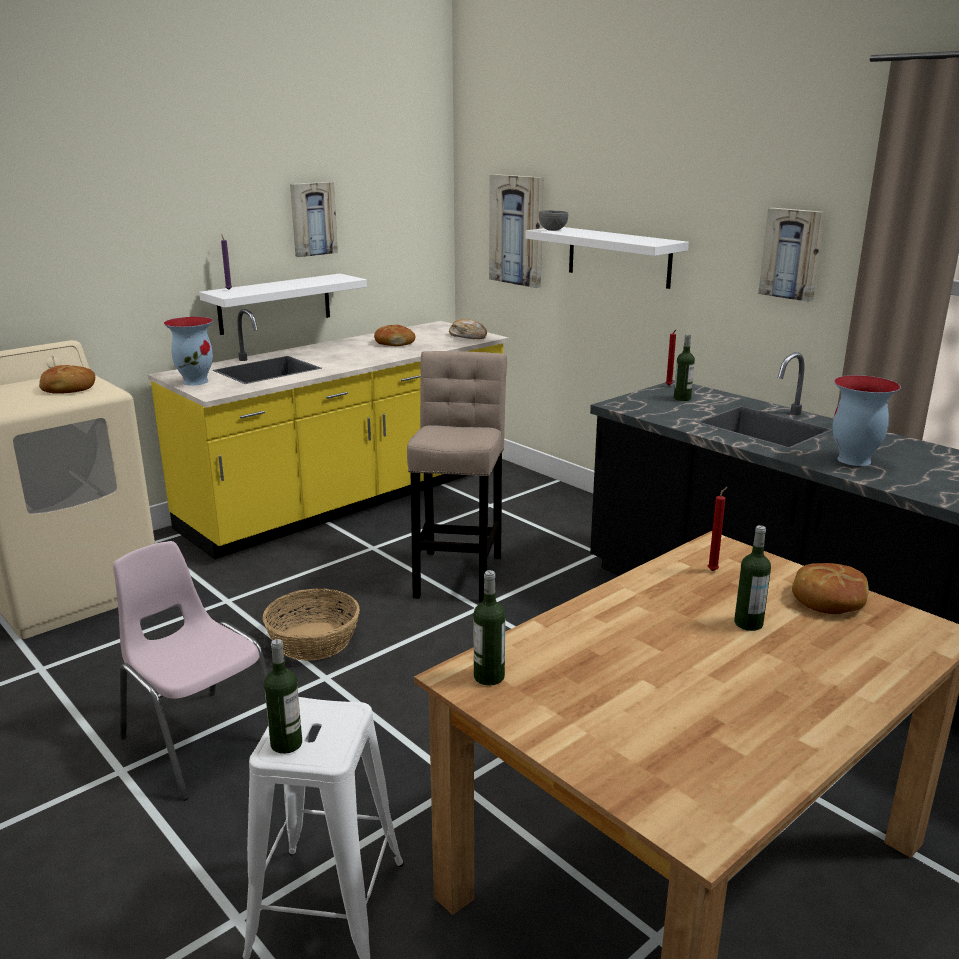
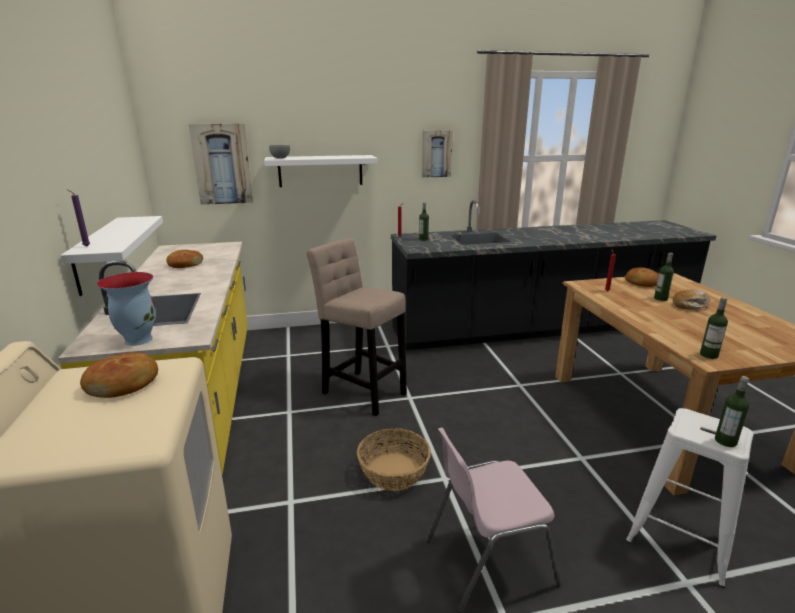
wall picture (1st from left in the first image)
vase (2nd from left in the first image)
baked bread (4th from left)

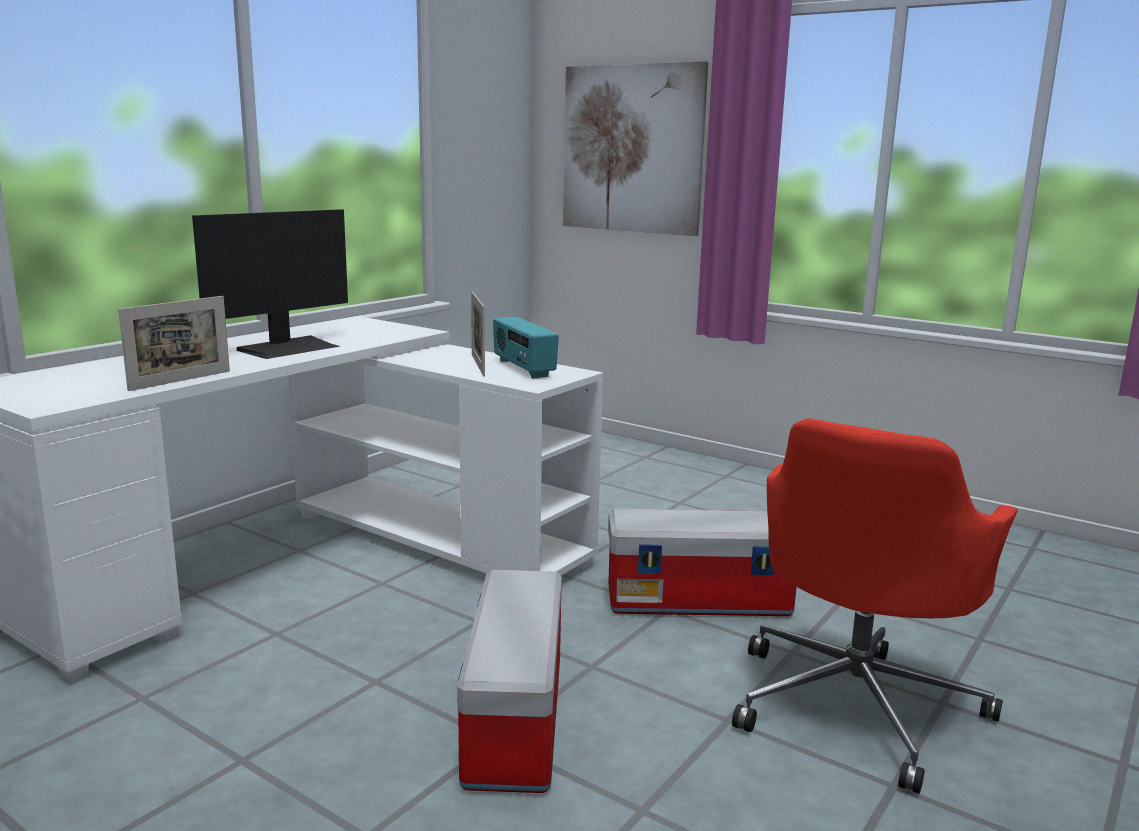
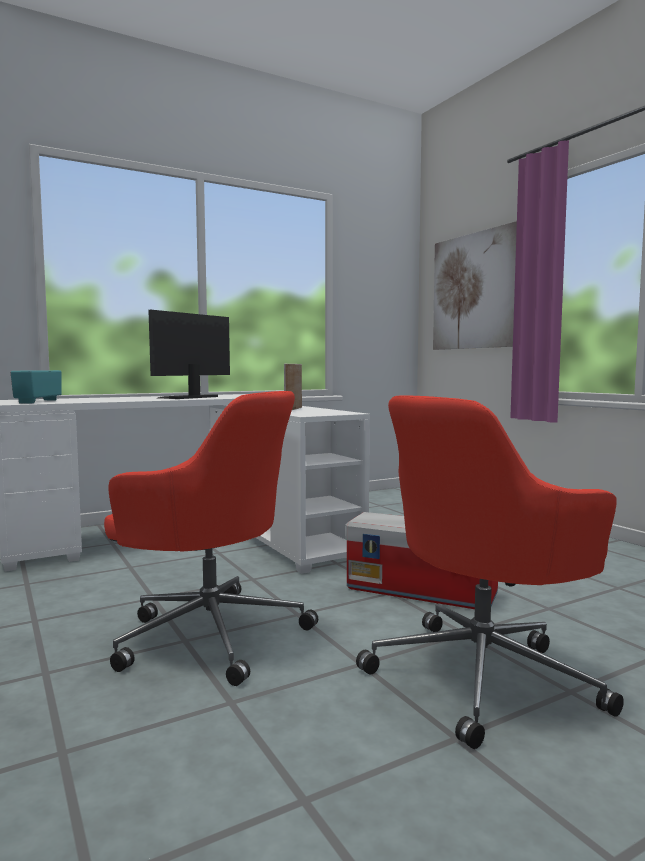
picture frame (1st from left in the first image)
radio receiver
desk chair (red) (1st from left)
monitor

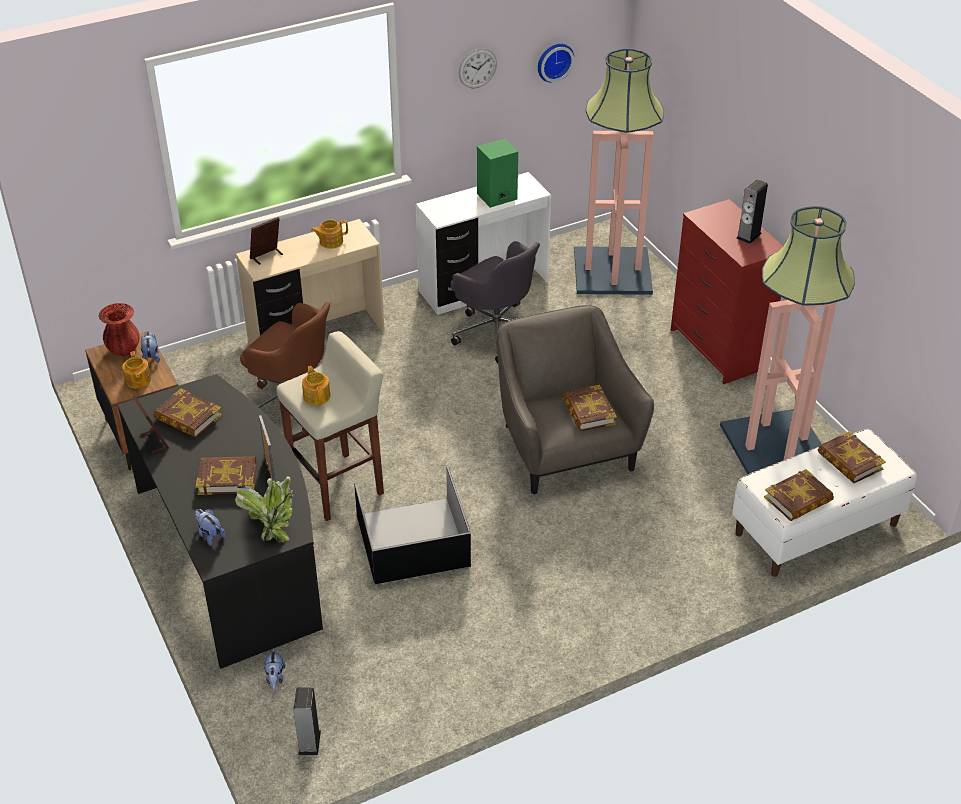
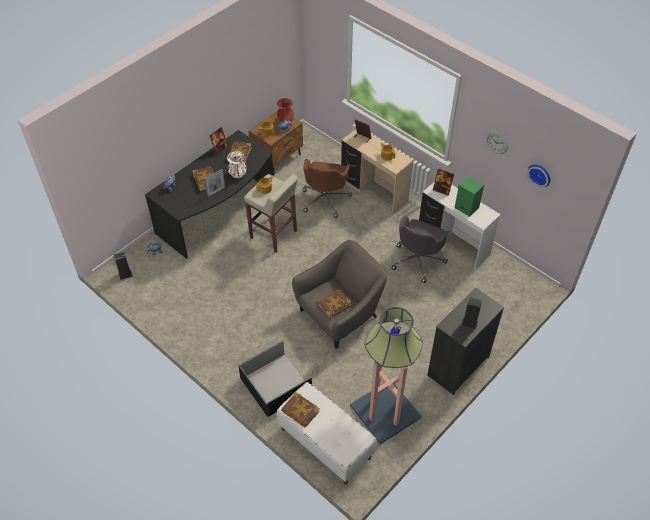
houseplant
standard lamp (1st from left in the first image)
volume (5th from left in the first image)
vase (white)
picture frame (4th from left)
storage box (black)
chest of drawers (black)

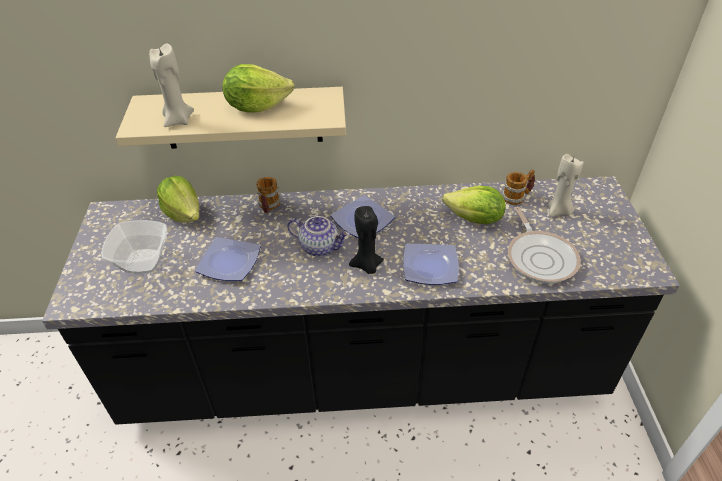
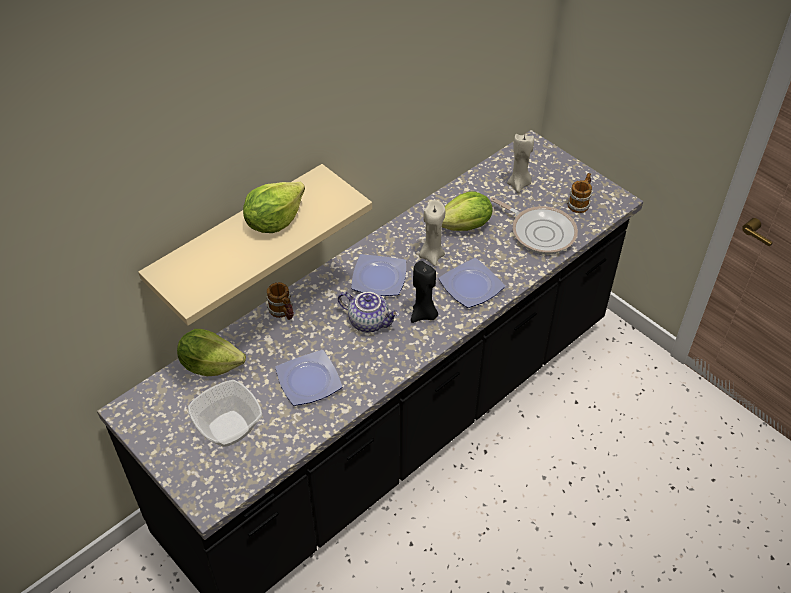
candle (beige-coloured) (1st from left)
tea mug (2nd from left)
pot for tea

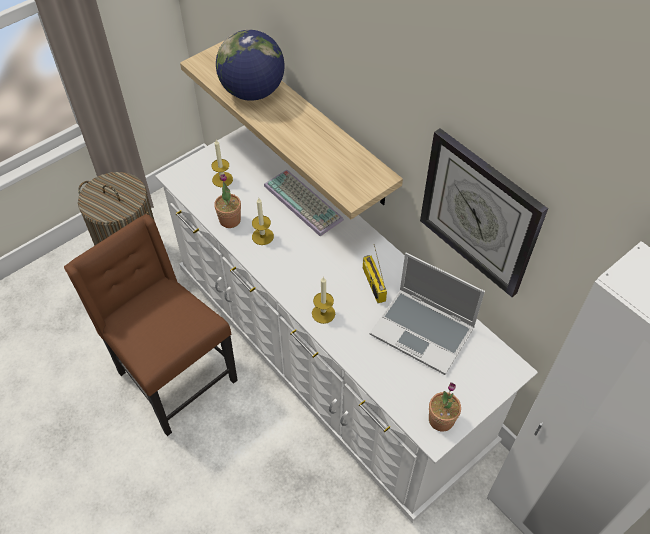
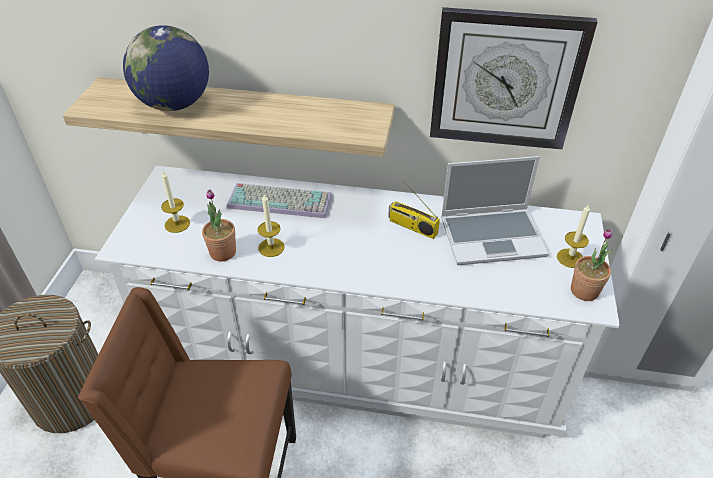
candle (3rd from left)

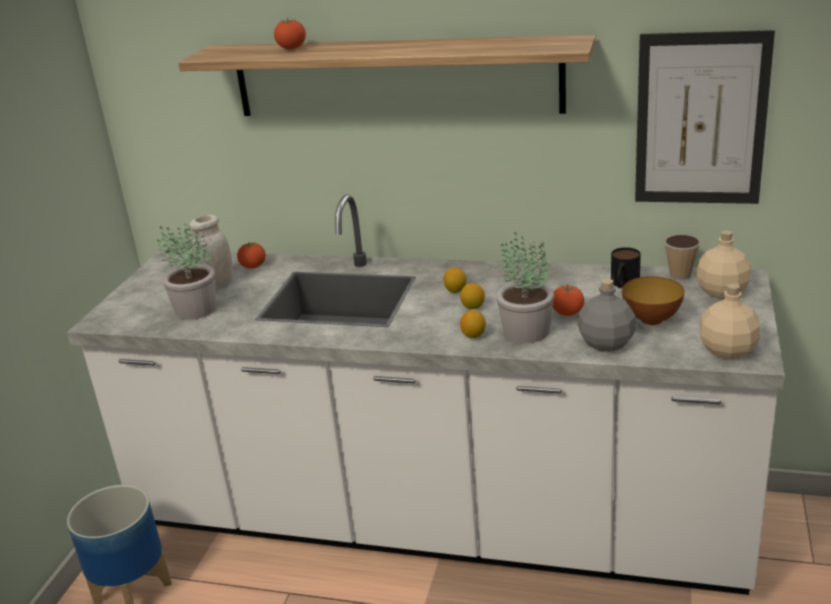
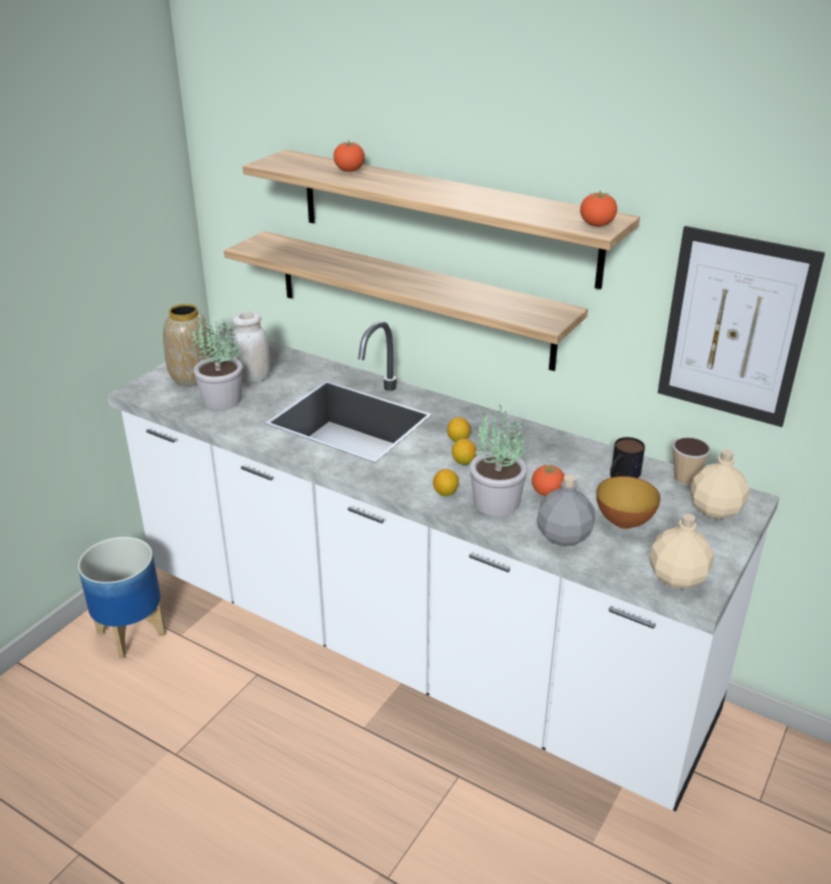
vase
bracket shelf (1st from left)
tomato (3rd from left)

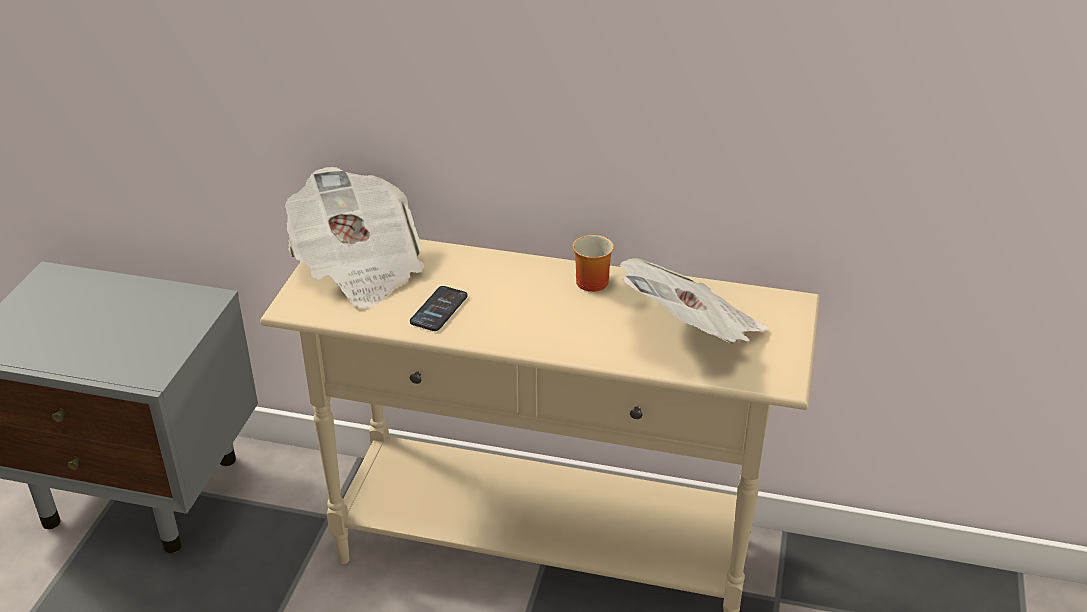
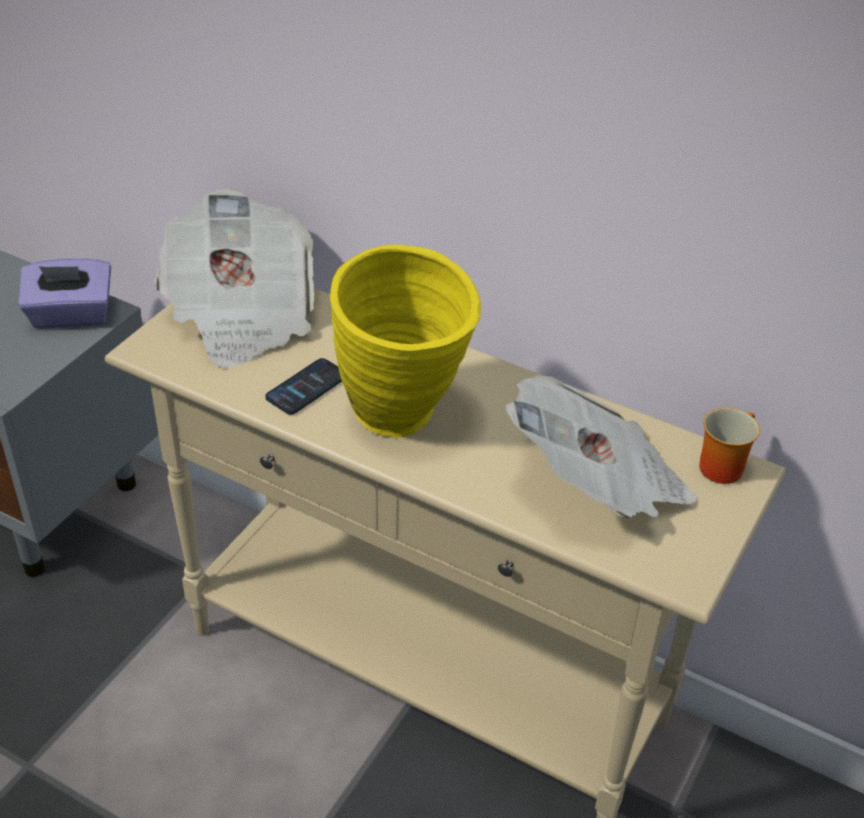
tissue box (purple)
vase (yellowish)
tea mug

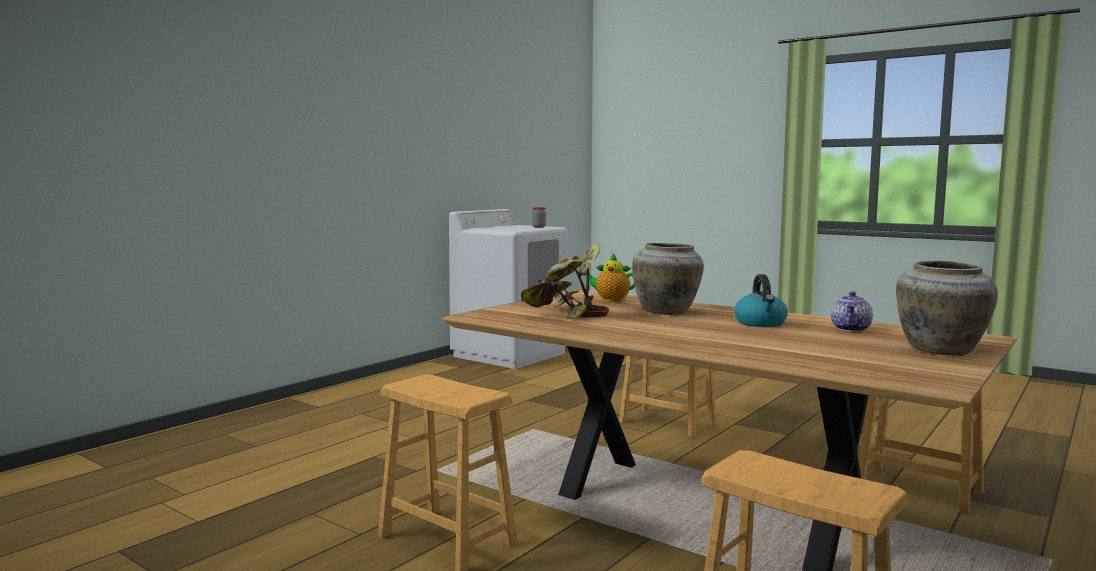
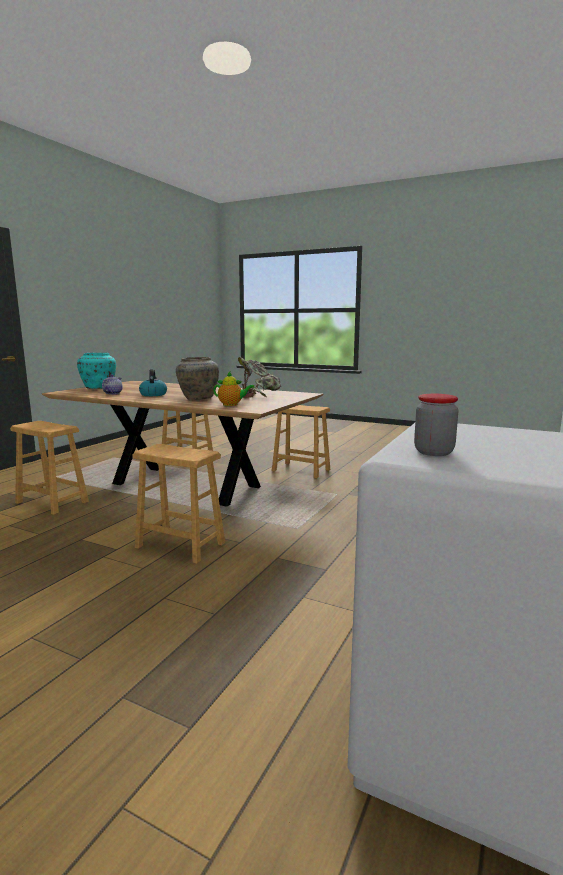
vase (turquoise)

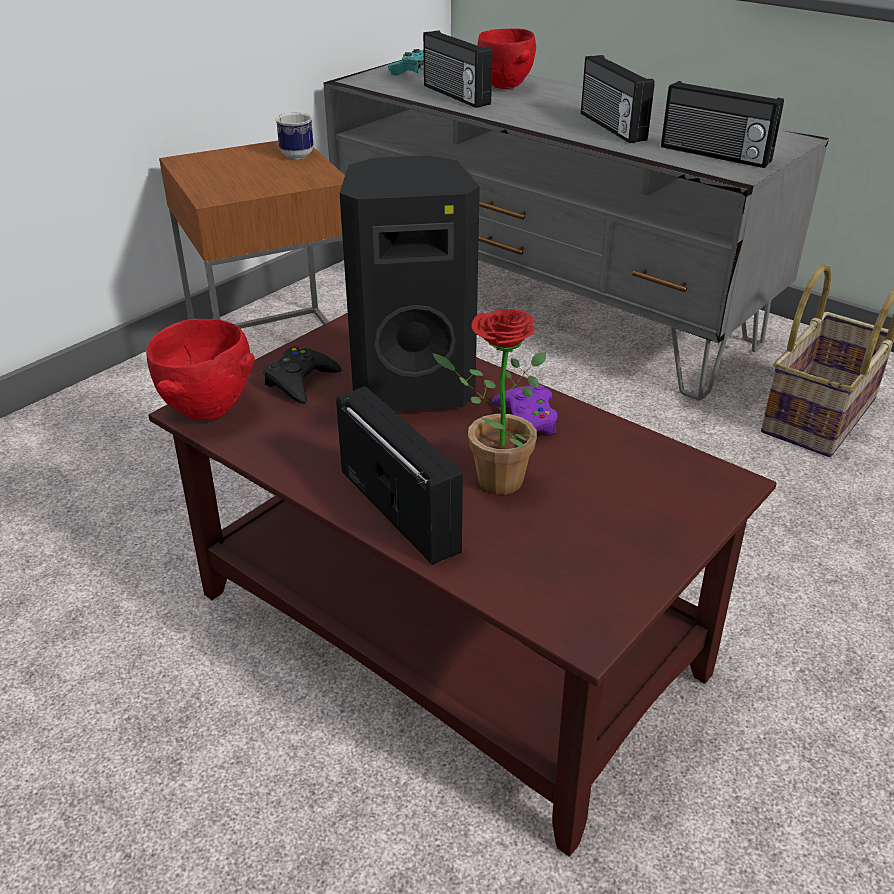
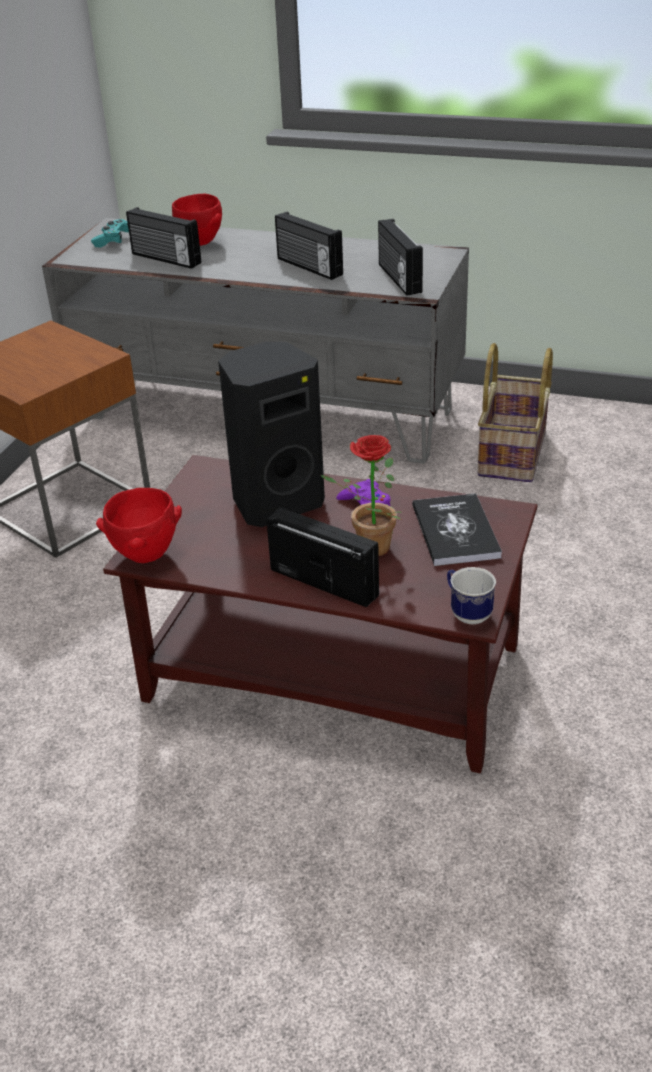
game controller (black)
volume
tea mug
radio receiver (4th from left)

